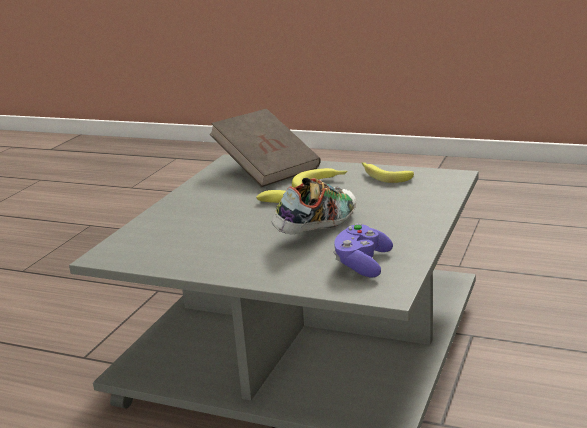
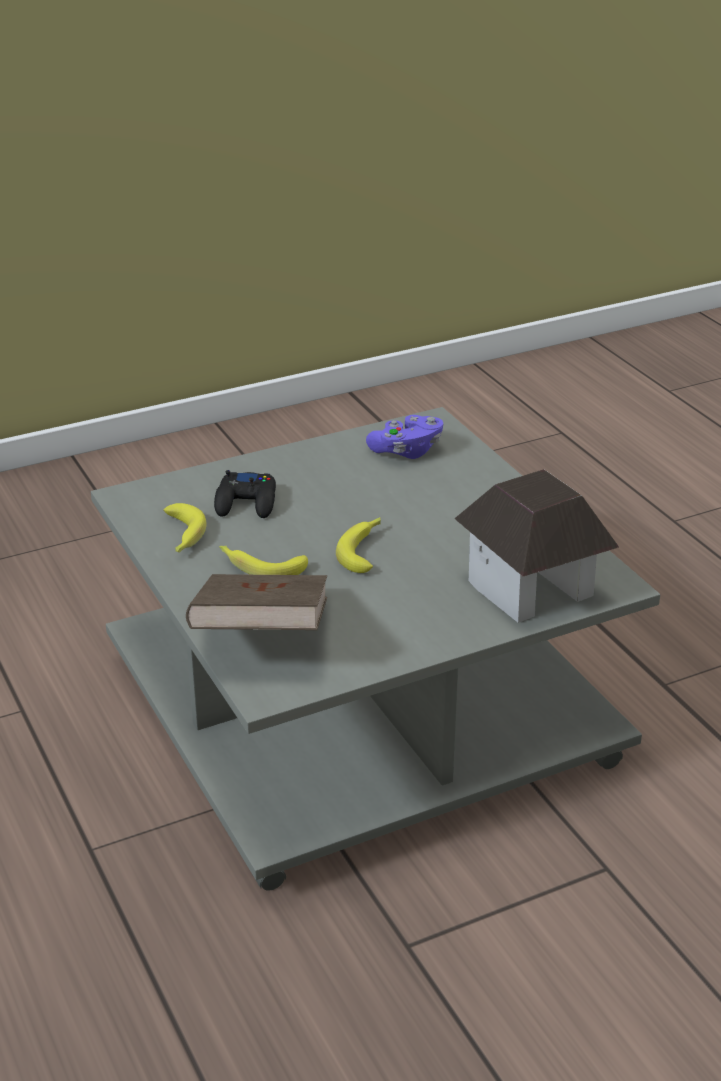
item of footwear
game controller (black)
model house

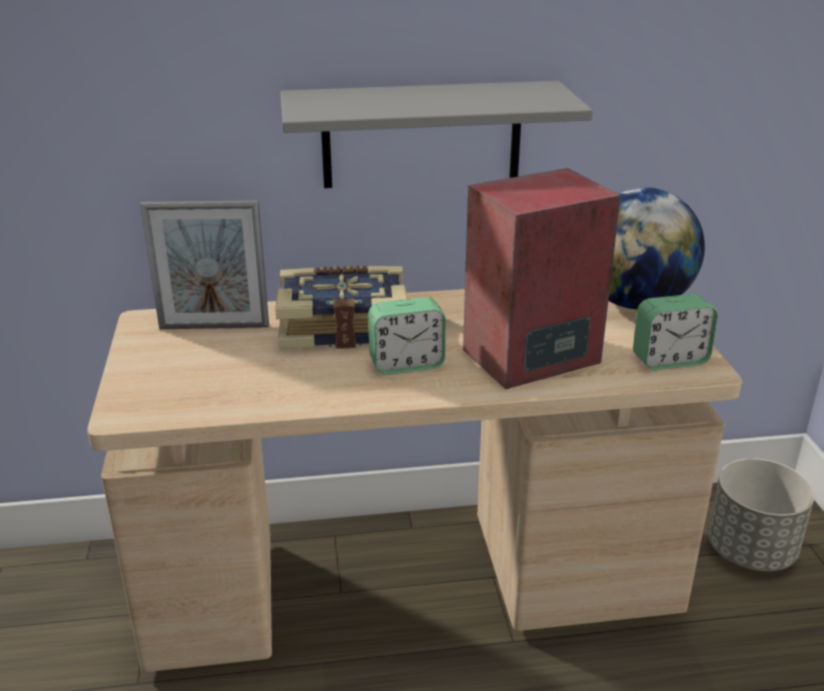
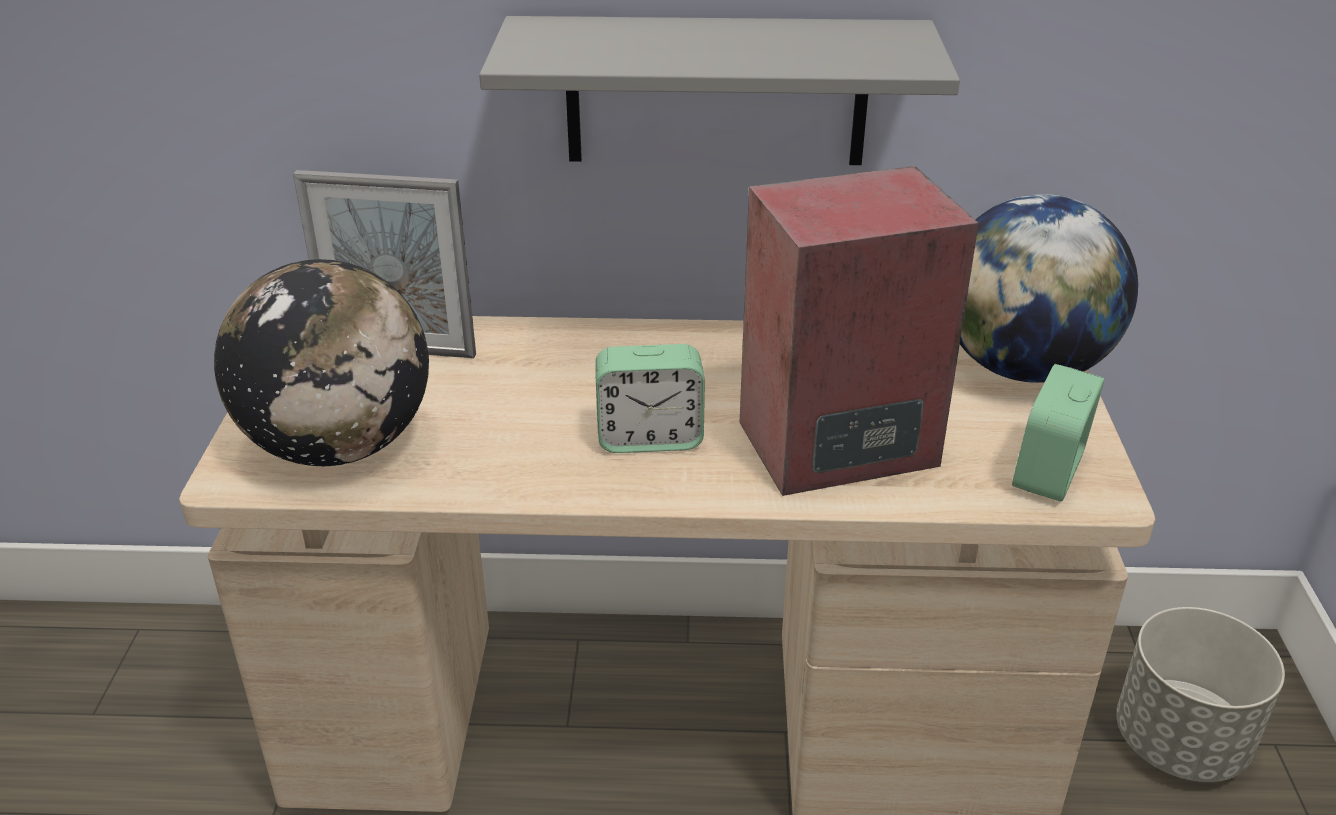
volume
world globe (1st from left)
table clock (2nd from left)

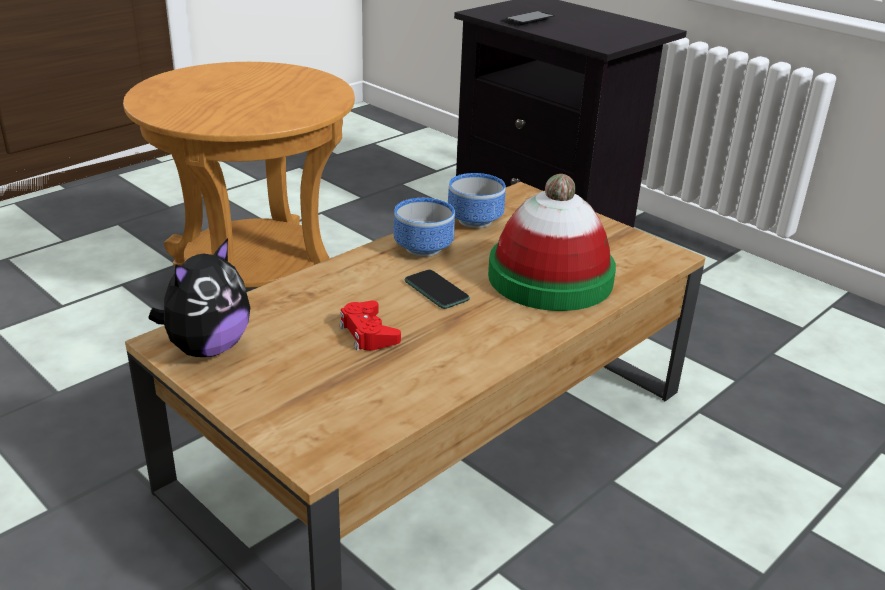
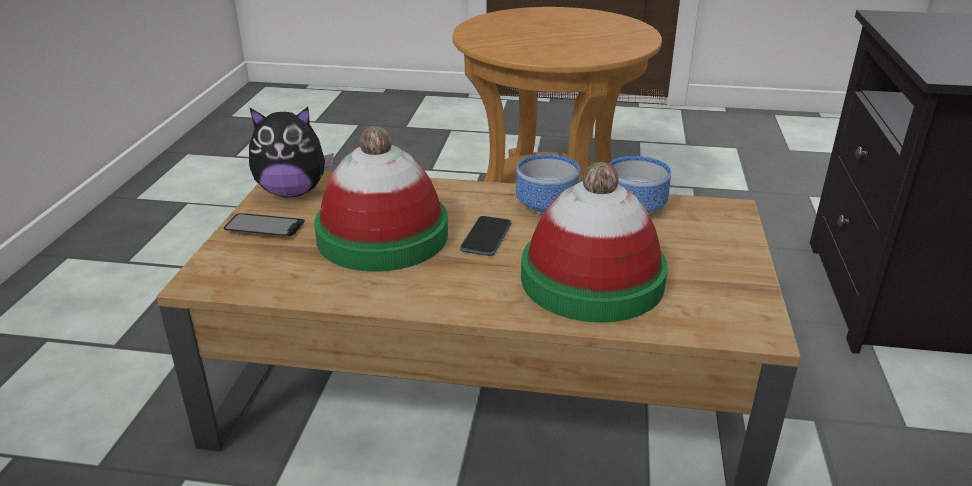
telephone (1st from left)
clothing hat (1st from left)

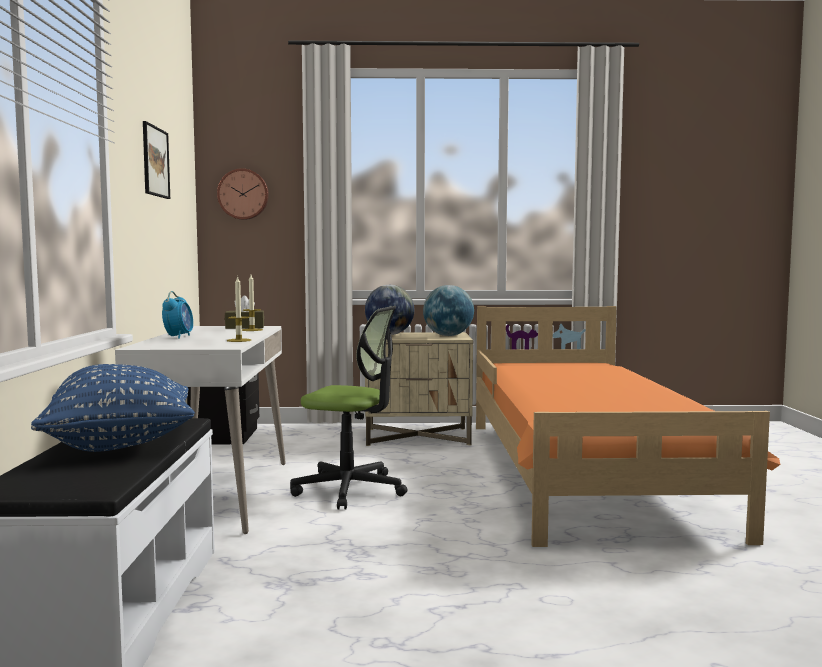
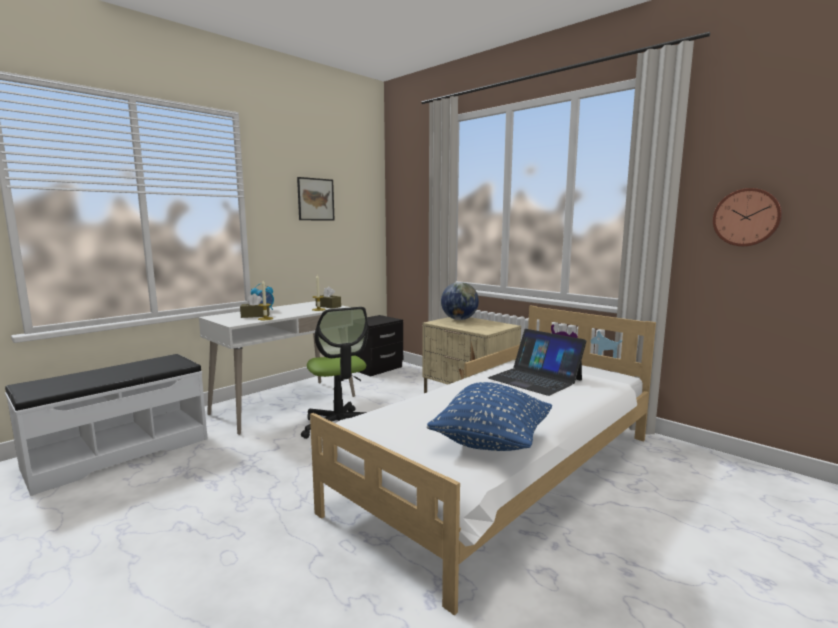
world globe (2nd from left in the first image)
tissue box (brown-coloured) (1st from left)
portable computer
throw pillow (blue-coloured)
wall clock
sleeping bed (white)

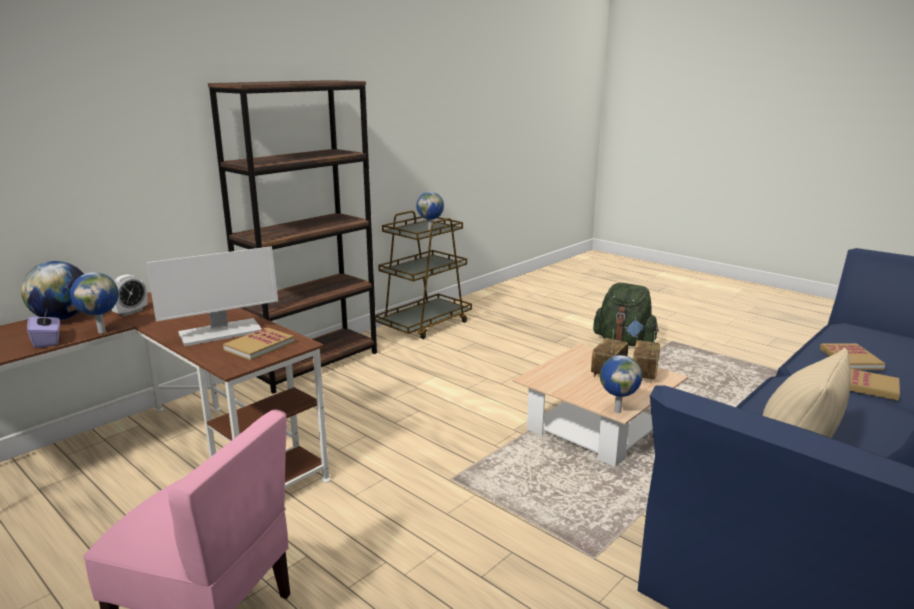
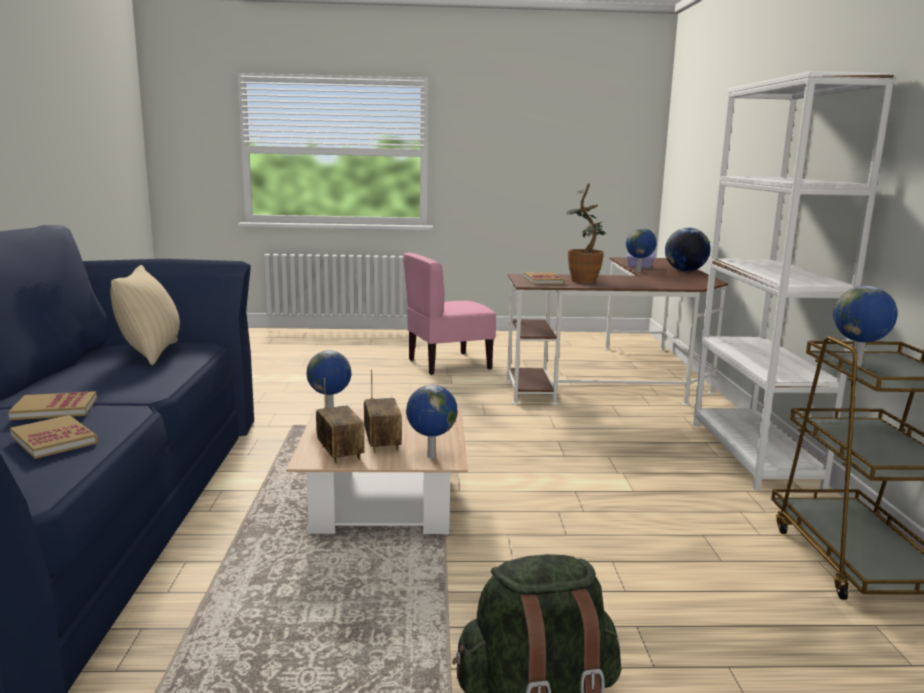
table clock
world globe (2nd from left)
houseplant
bookcase (white)

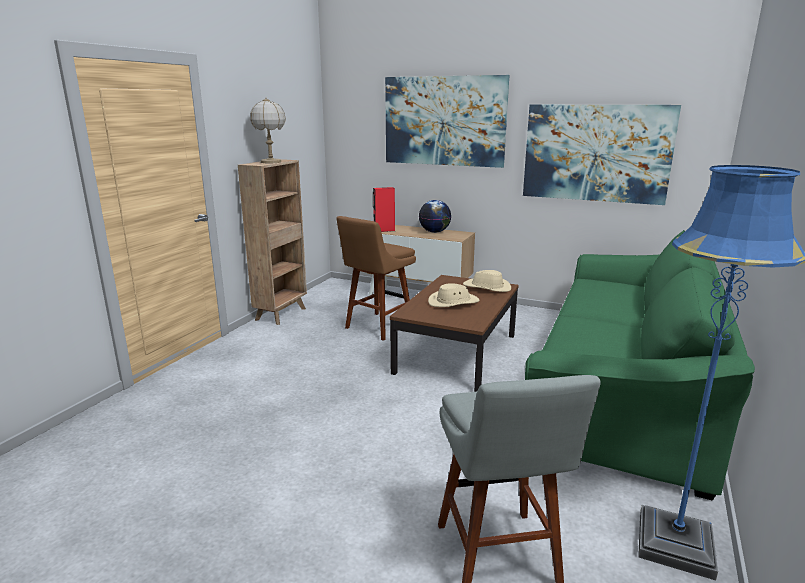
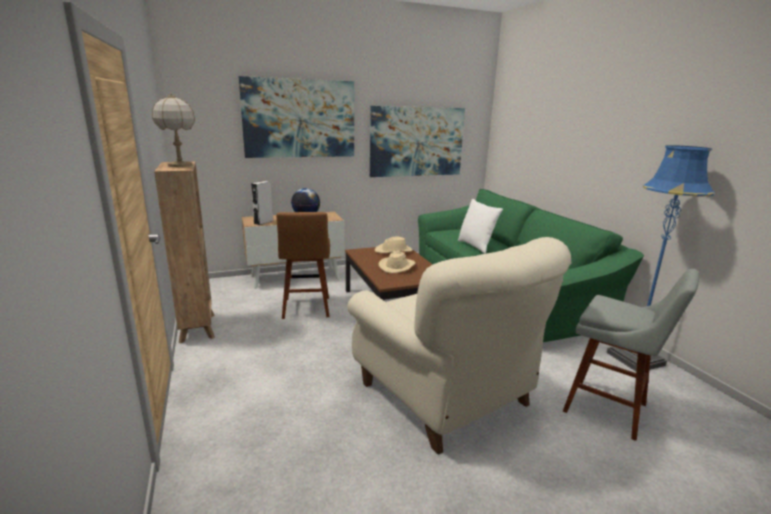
easy chair (beige-coloured)
throw pillow (white)
loudspeaker (greyish)

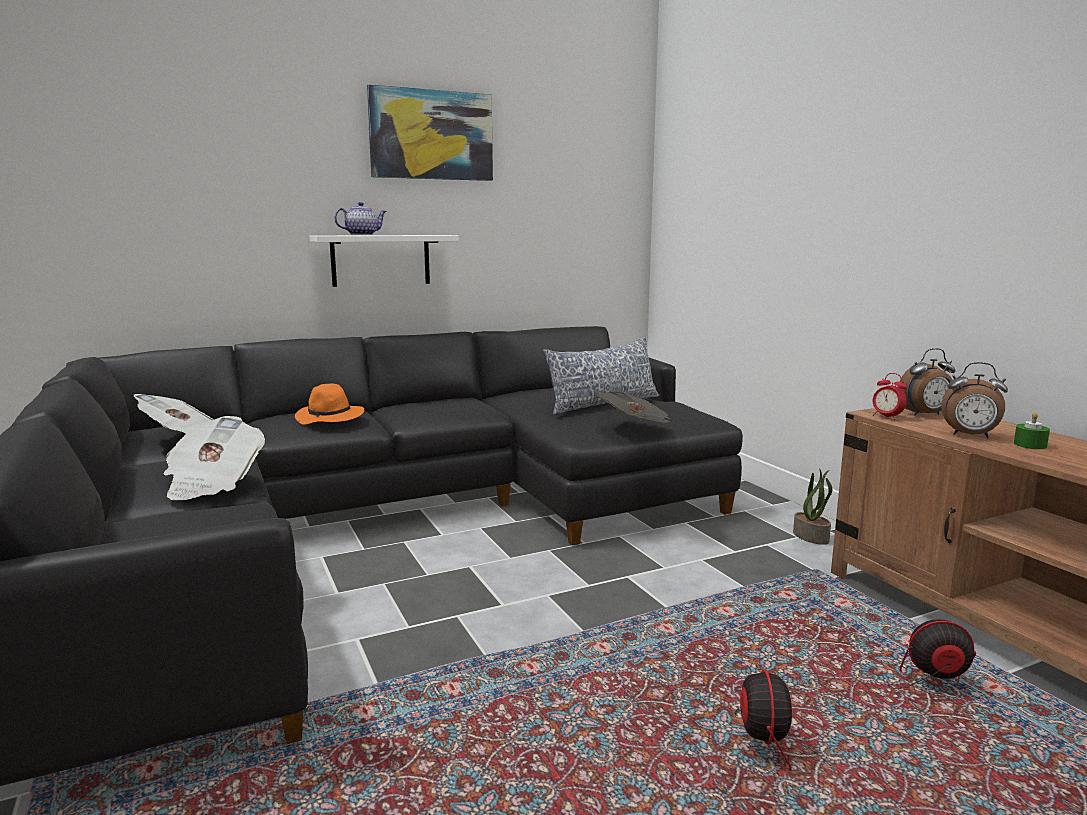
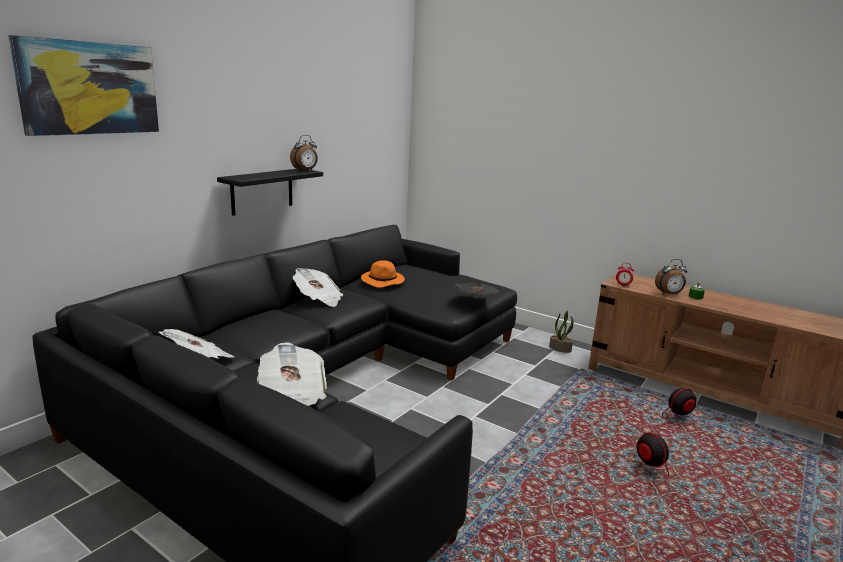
pot for tea
throw pillow
printed paper (3rd from left)
clothing hat (orange)
wall picture
table clock (1st from left)
bracket shelf (black)

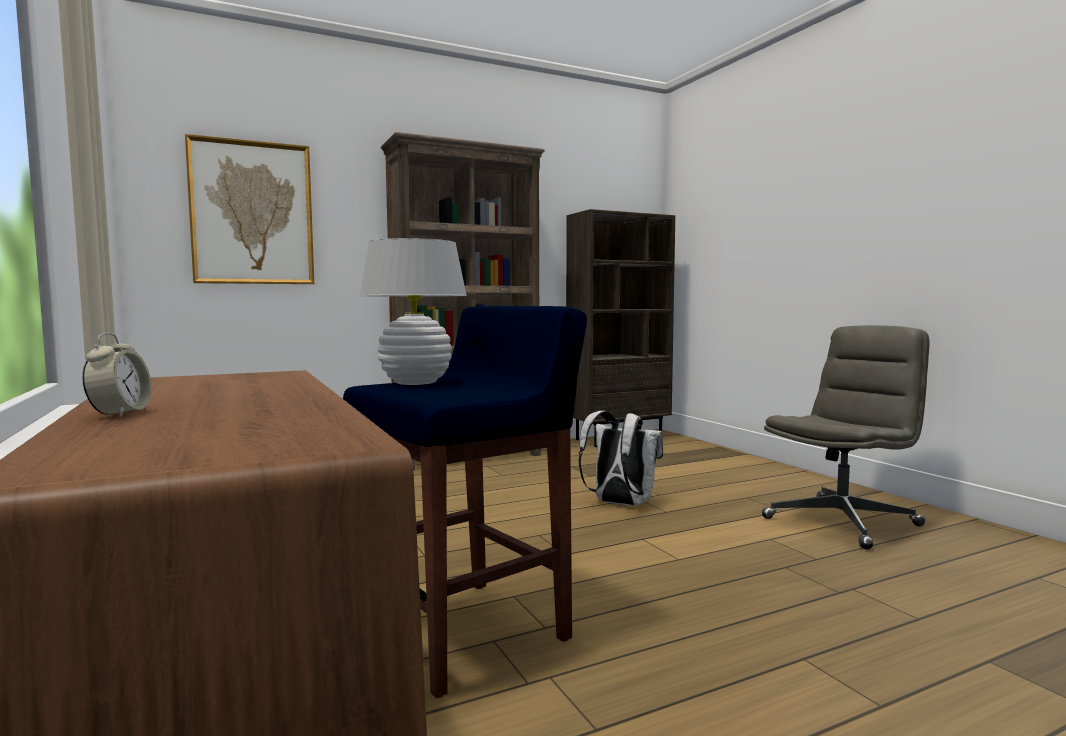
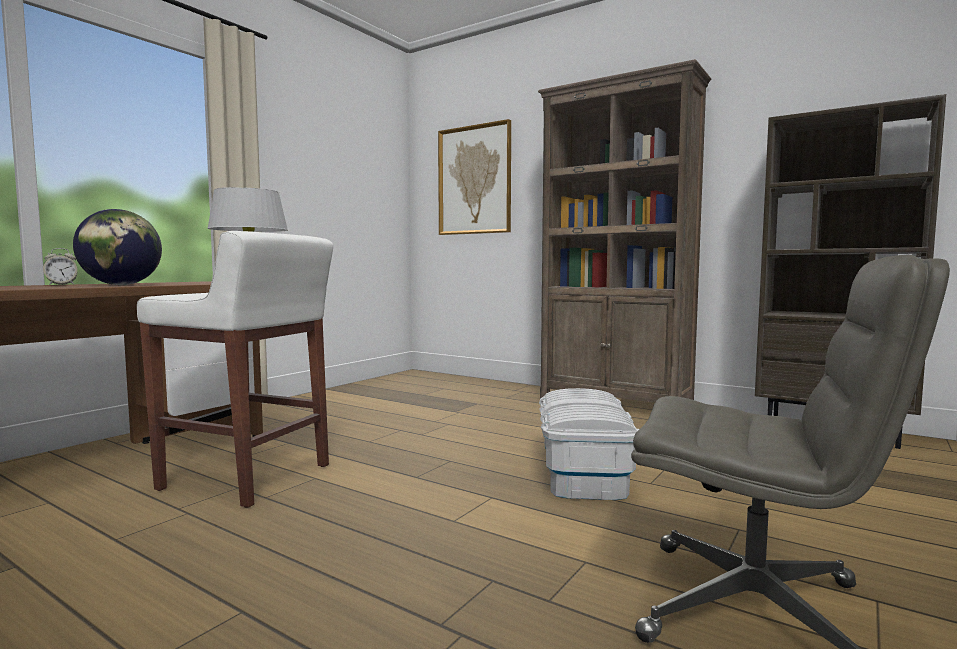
world globe
storage box (white)
sitting stool (white)

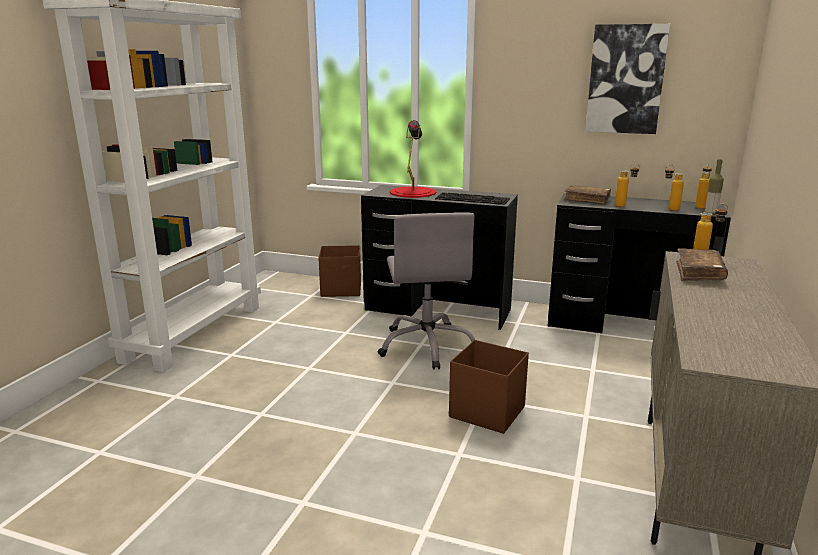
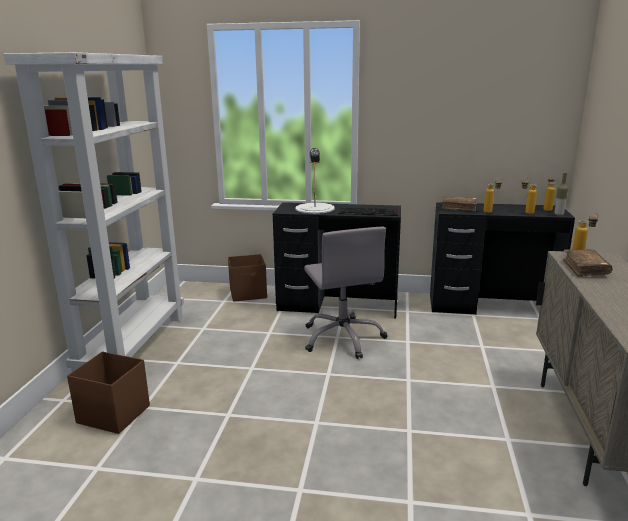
wall picture
storage box (brown-coloured) (1st from left)
lamp for a table (white)

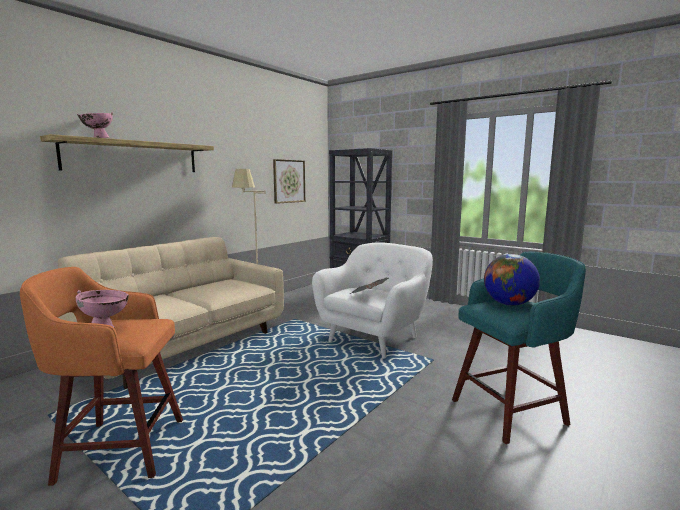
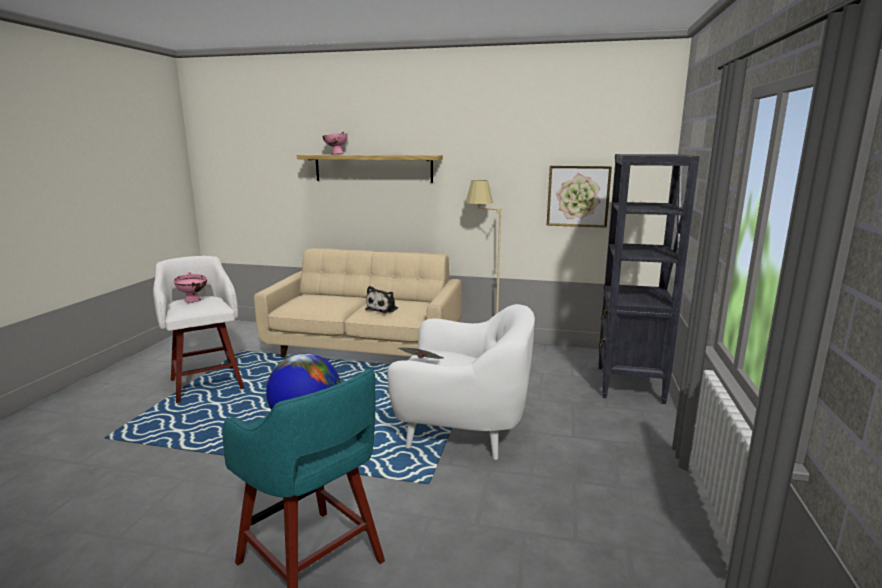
soft toy
sitting stool (white)

